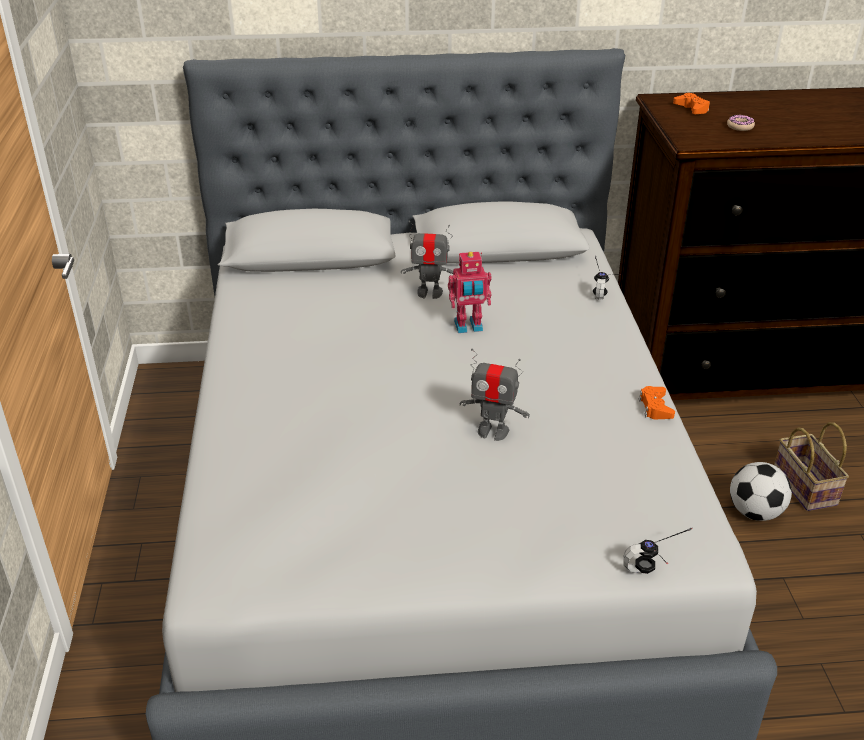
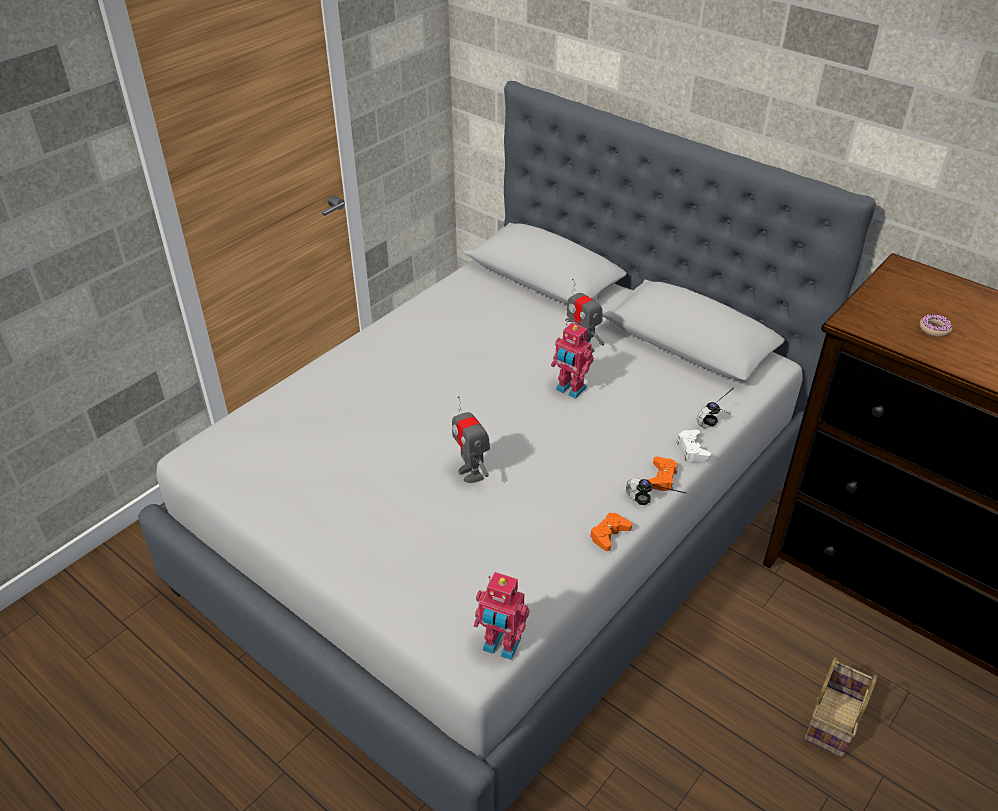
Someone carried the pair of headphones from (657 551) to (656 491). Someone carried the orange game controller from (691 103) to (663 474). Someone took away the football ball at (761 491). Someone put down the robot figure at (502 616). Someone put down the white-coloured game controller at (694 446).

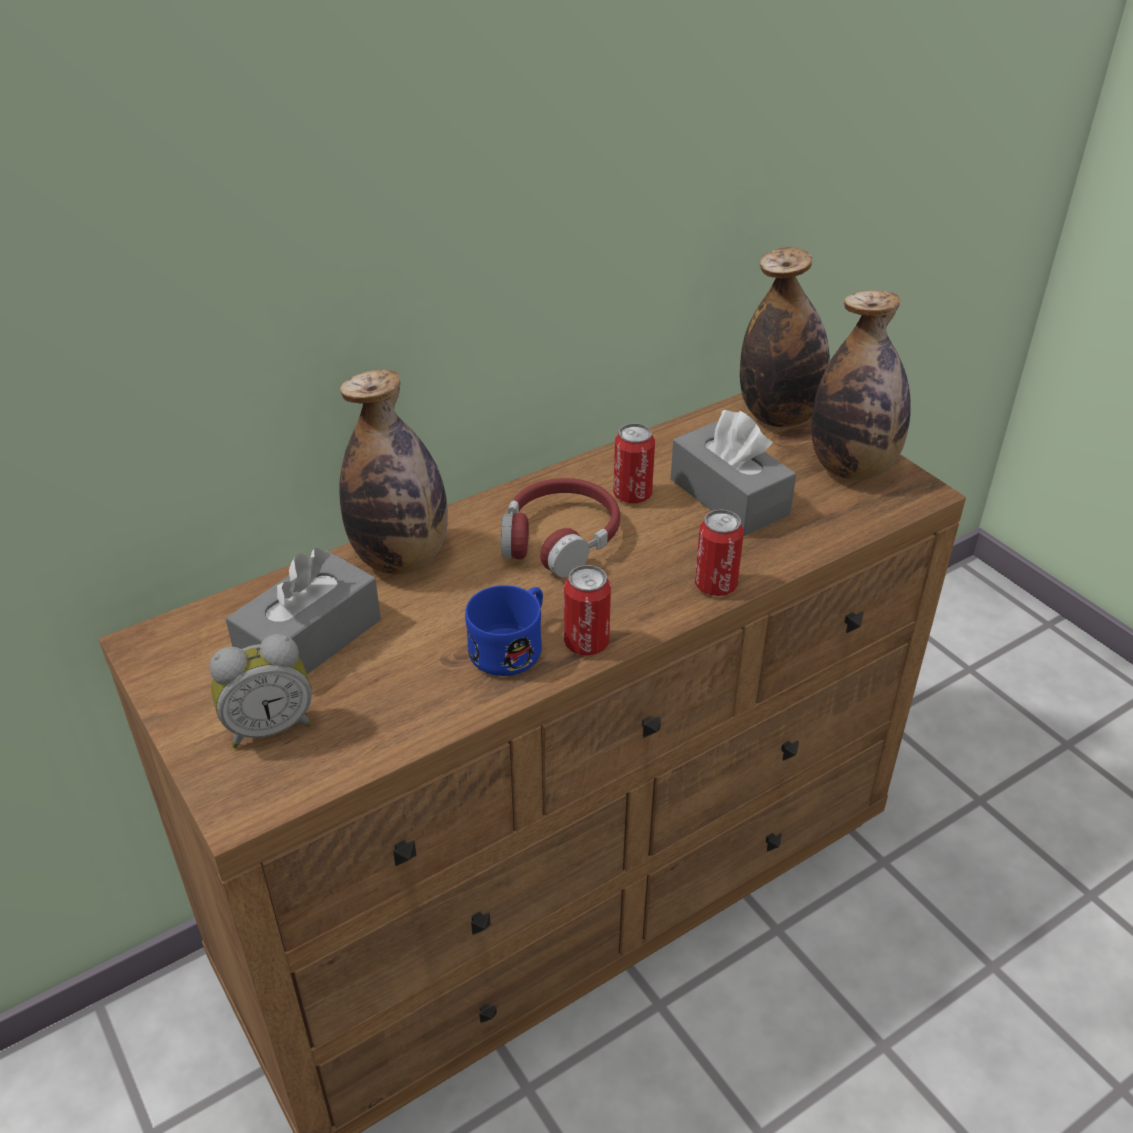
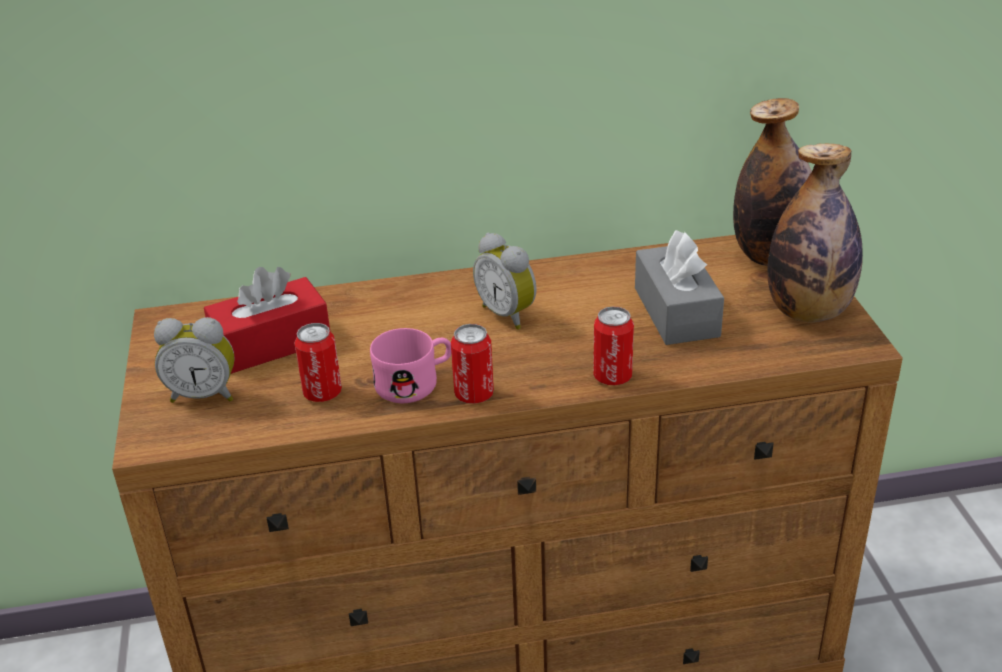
Someone repainted the greyish tissue box at (303 611), which became the red-coloured tissue box at (267 320). Someone took away the bottle at (393 472). Someone repainted the blue-coloured mug at (504 630), which became the pink-coloured mug at (410 365). Someone swapped the red-coloured pair of headphones at (560 528) for the bedside clock at (504 281). Someone carried the can from (634 463) to (318 362).

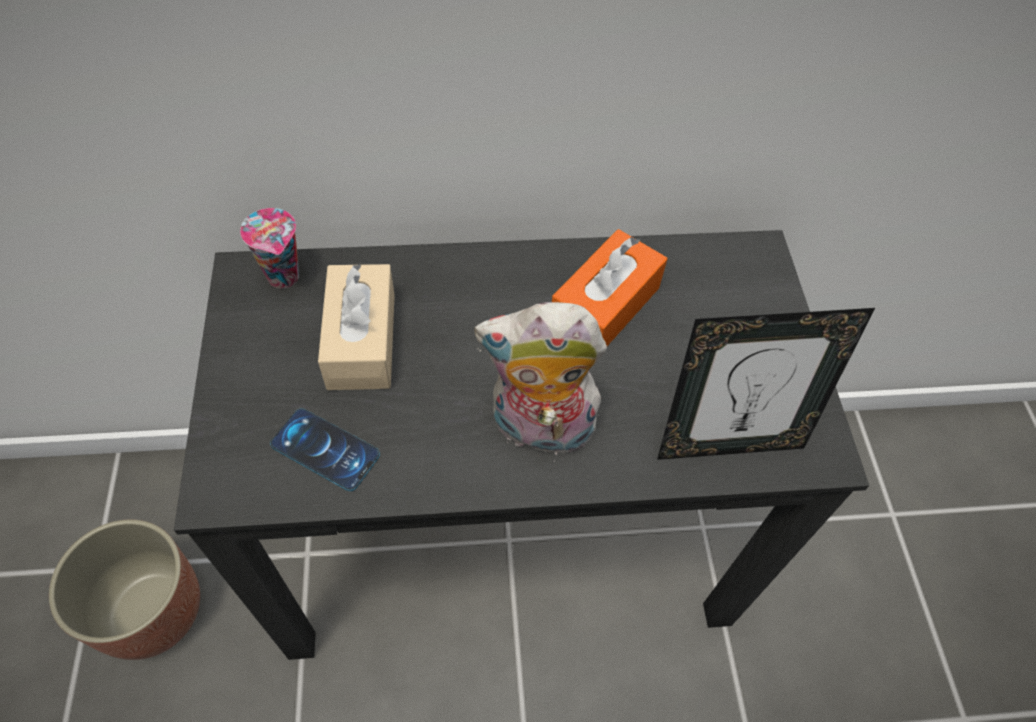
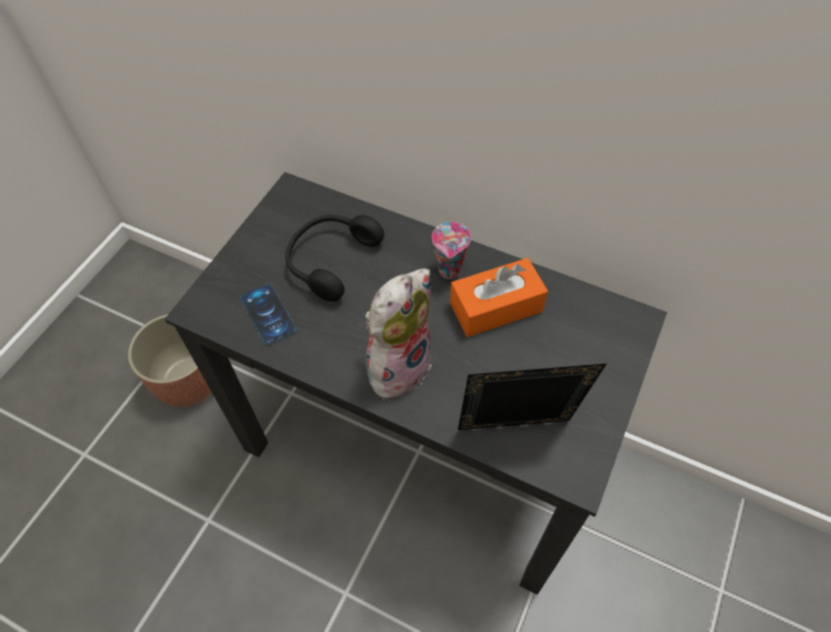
Someone carried the drinking cup from (269 248) to (451 250). Someone swapped the beige tissue box at (356 326) for the black-coloured pair of headphones at (334 258). Someone rotated the plush toy at (540 382) by 90 degrees clockwise. Someone rotated the standing frame at (766 384) by 150 degrees clockwise.

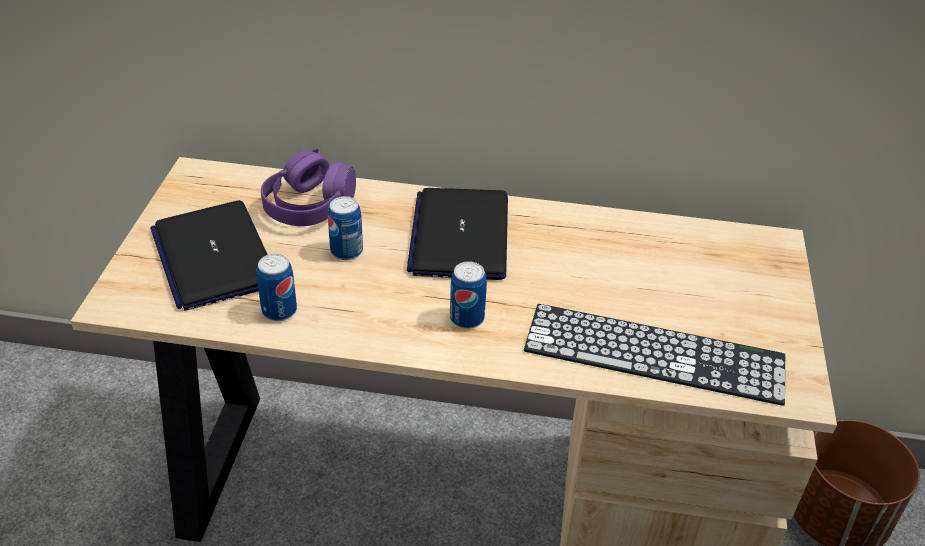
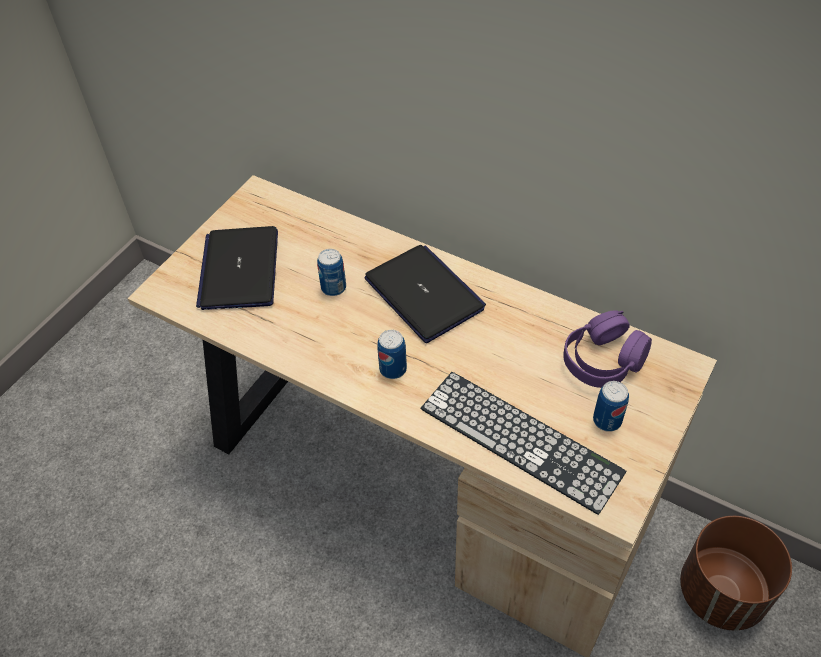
Someone carried the can from (277 287) to (611 406). Someone carried the purplish pair of headphones from (308 187) to (607 349). Someone rotated the laptop at (457 234) by 120 degrees clockwise.

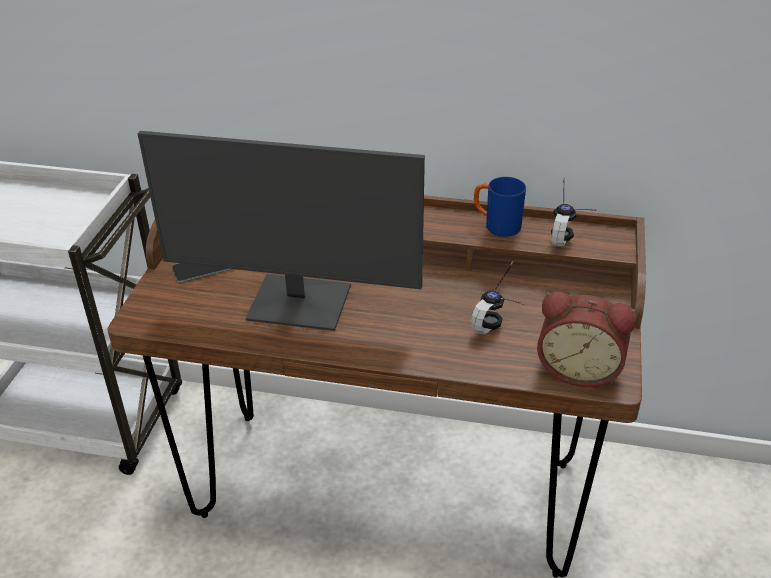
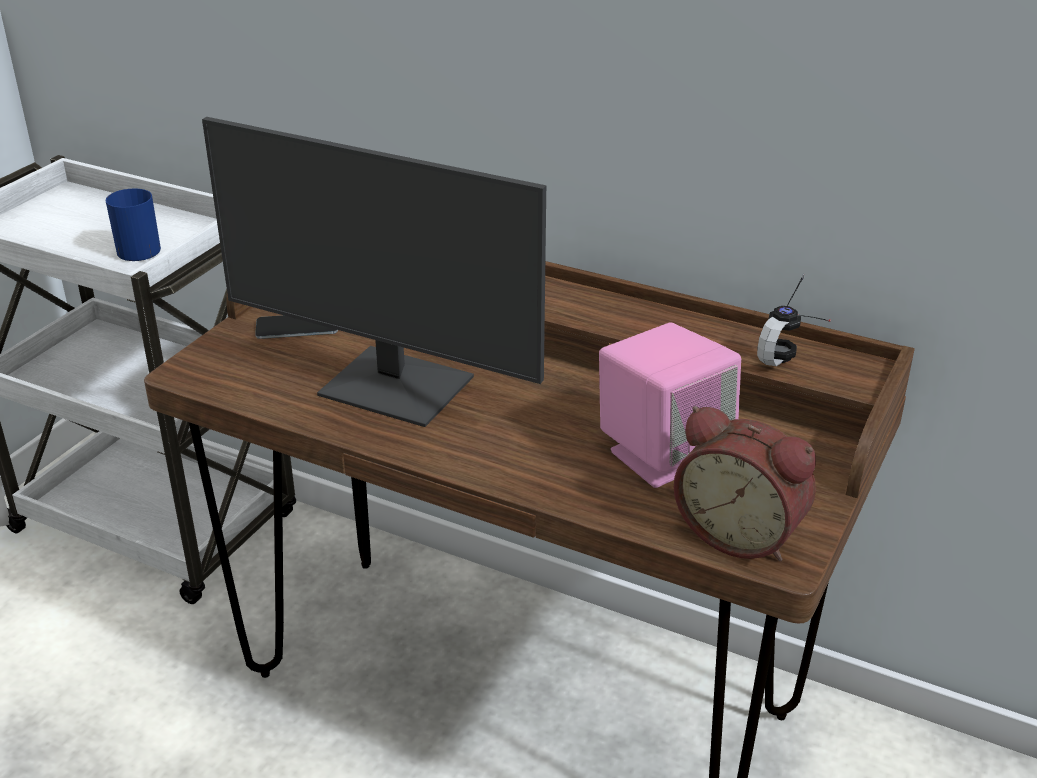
Someone swapped the pair of headphones at (497 298) for the pink-coloured audio speaker at (670 405). Someone carried the blue-coloured mug from (500 207) to (133 225).

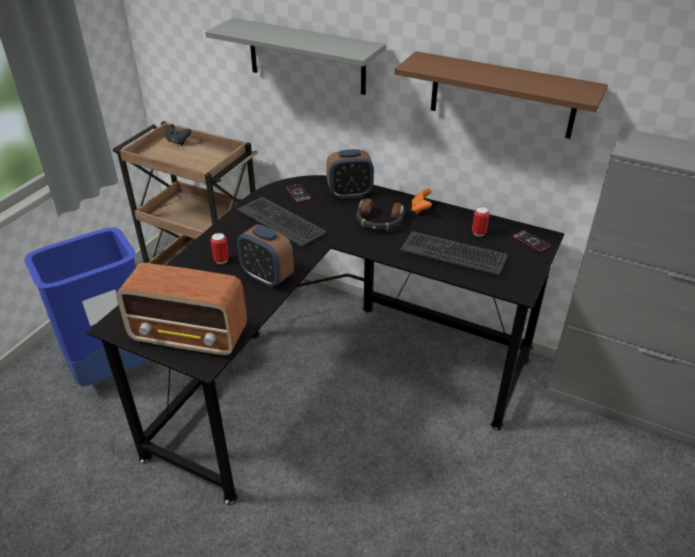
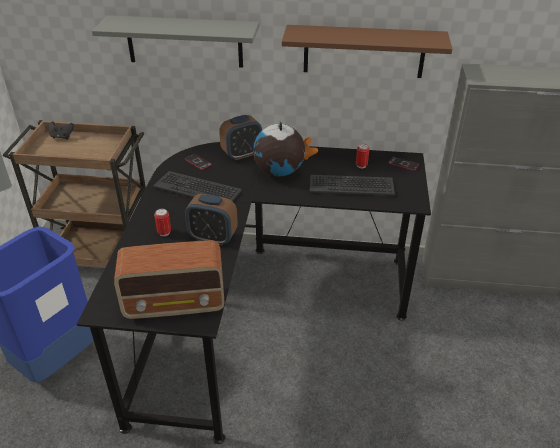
Someone swapped the pair of headphones at (380 214) for the globe at (279 148).

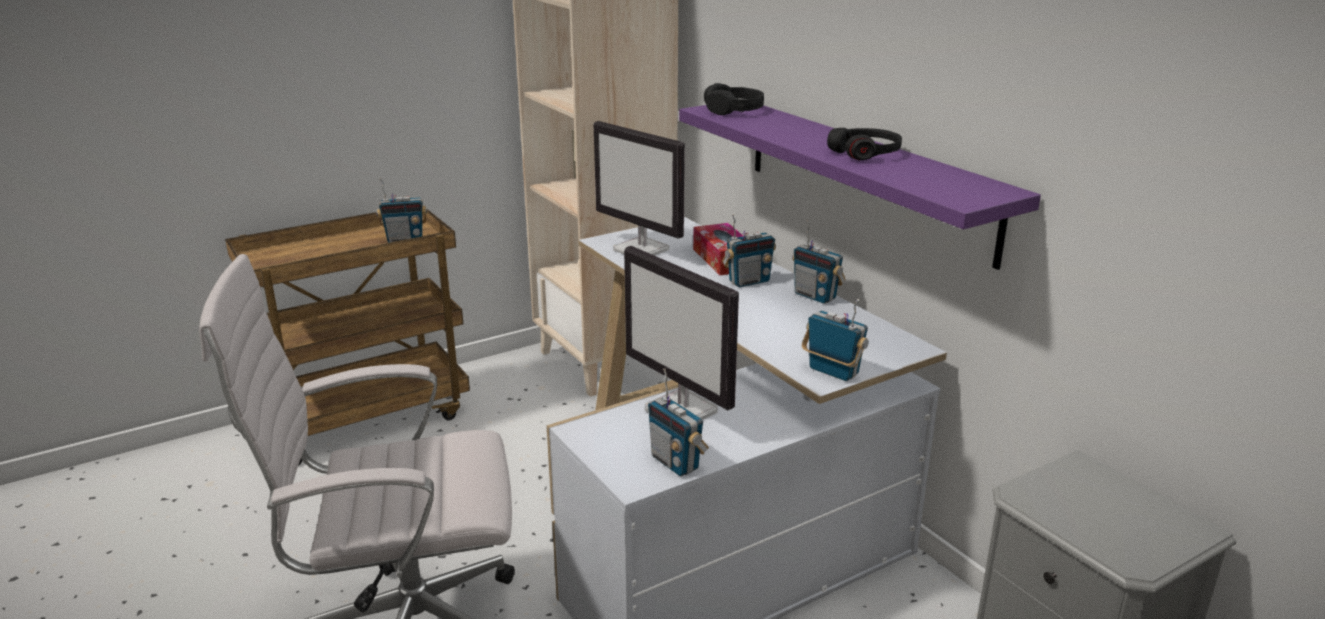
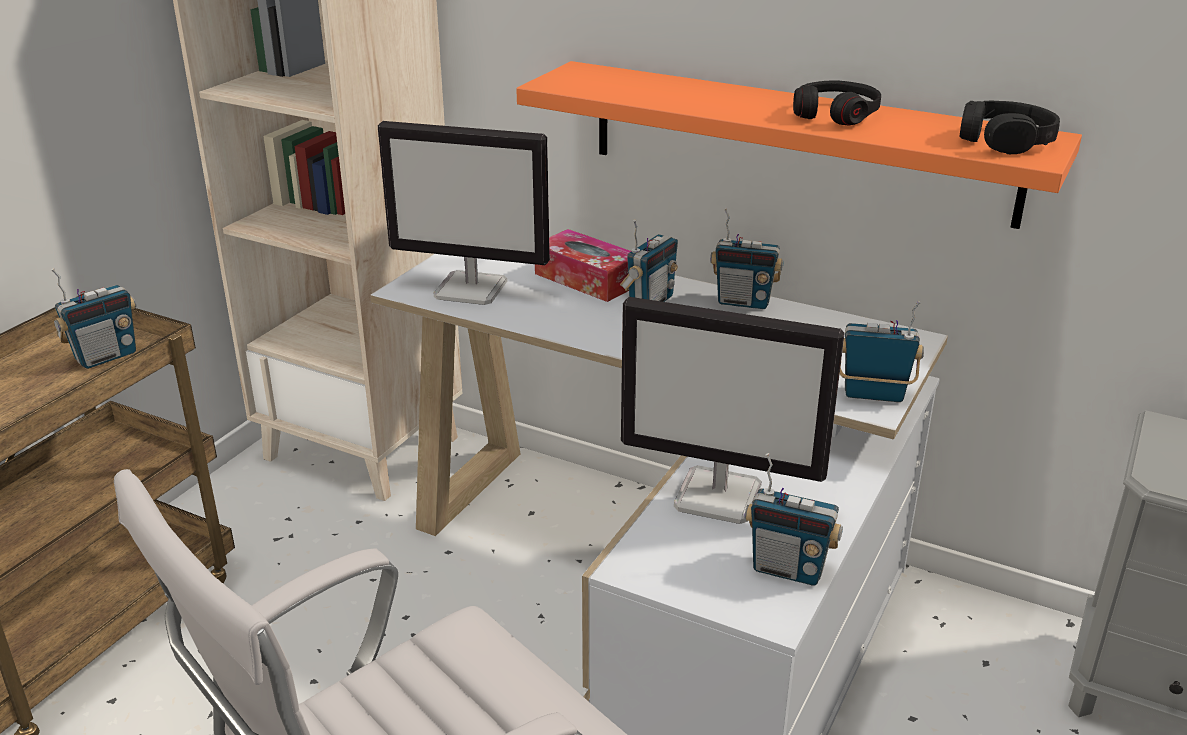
Someone repainted the purplish wall shelf at (860 187), which became the orange wall shelf at (799 145). Someone carried the black-coloured pair of headphones from (734 99) to (1010 127).

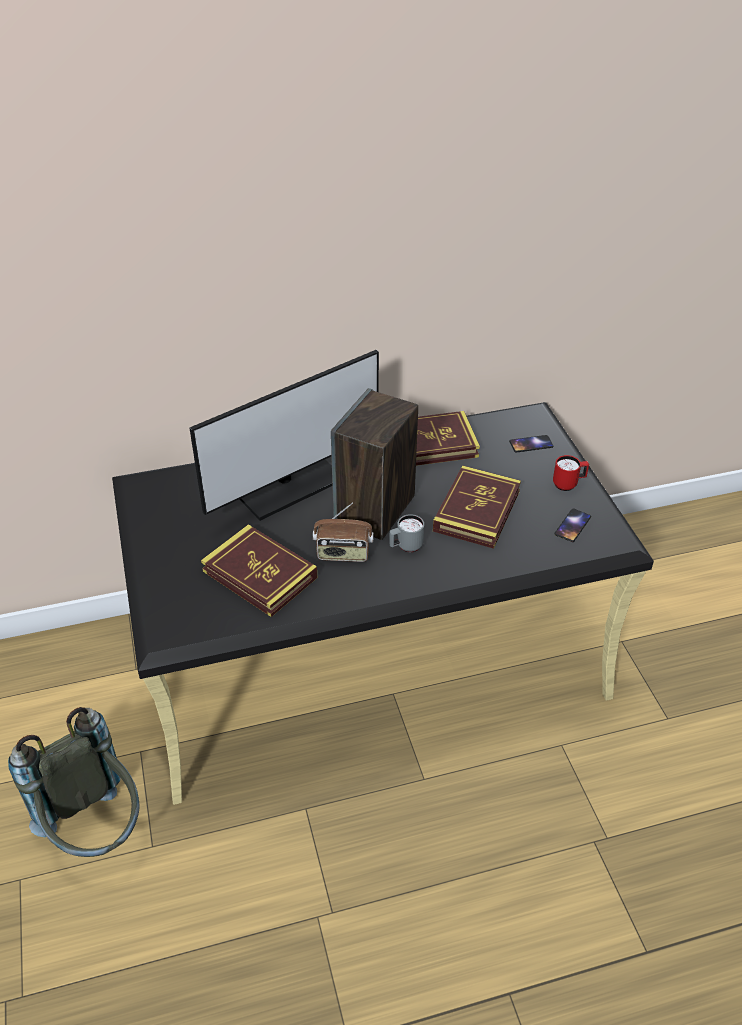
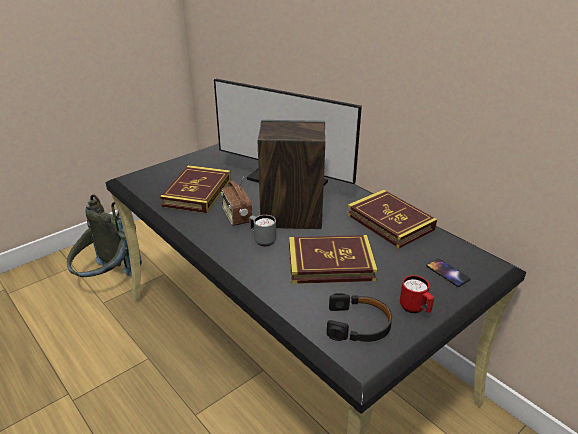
Someone swapped the telephone at (572 525) for the black-coloured pair of headphones at (359 317).

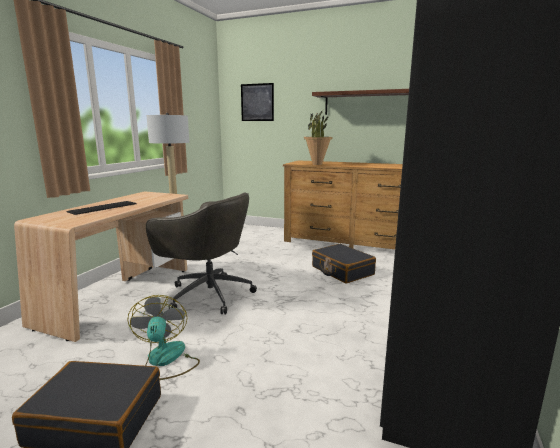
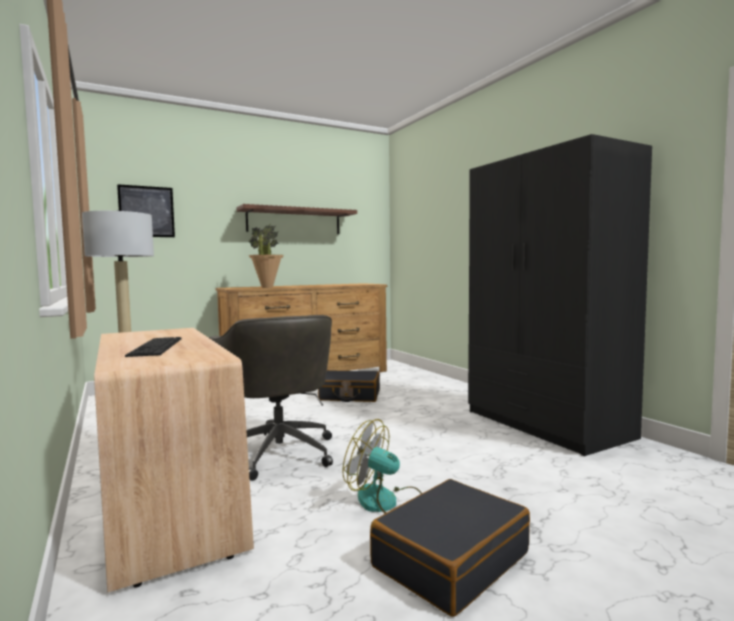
Someone rotated the greyish desk chair at (201 253) by 90 degrees clockwise.

